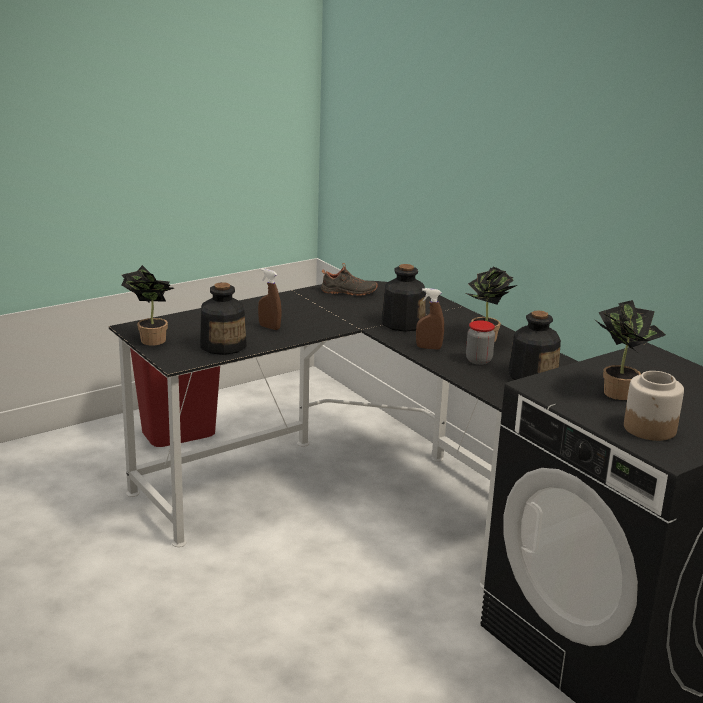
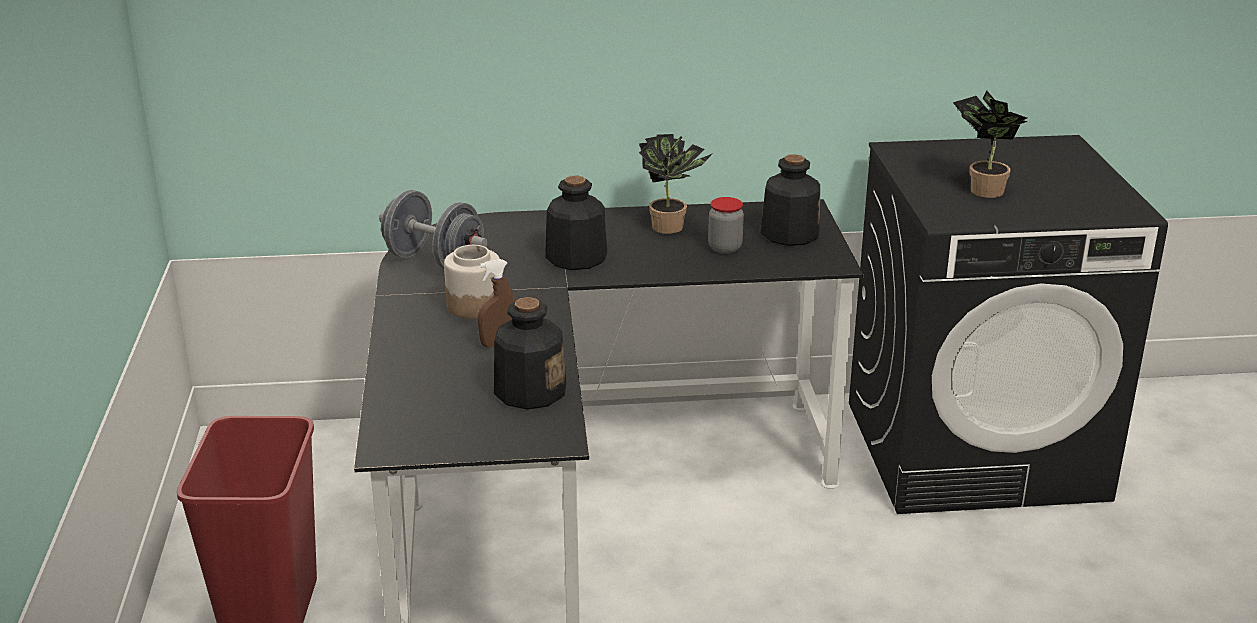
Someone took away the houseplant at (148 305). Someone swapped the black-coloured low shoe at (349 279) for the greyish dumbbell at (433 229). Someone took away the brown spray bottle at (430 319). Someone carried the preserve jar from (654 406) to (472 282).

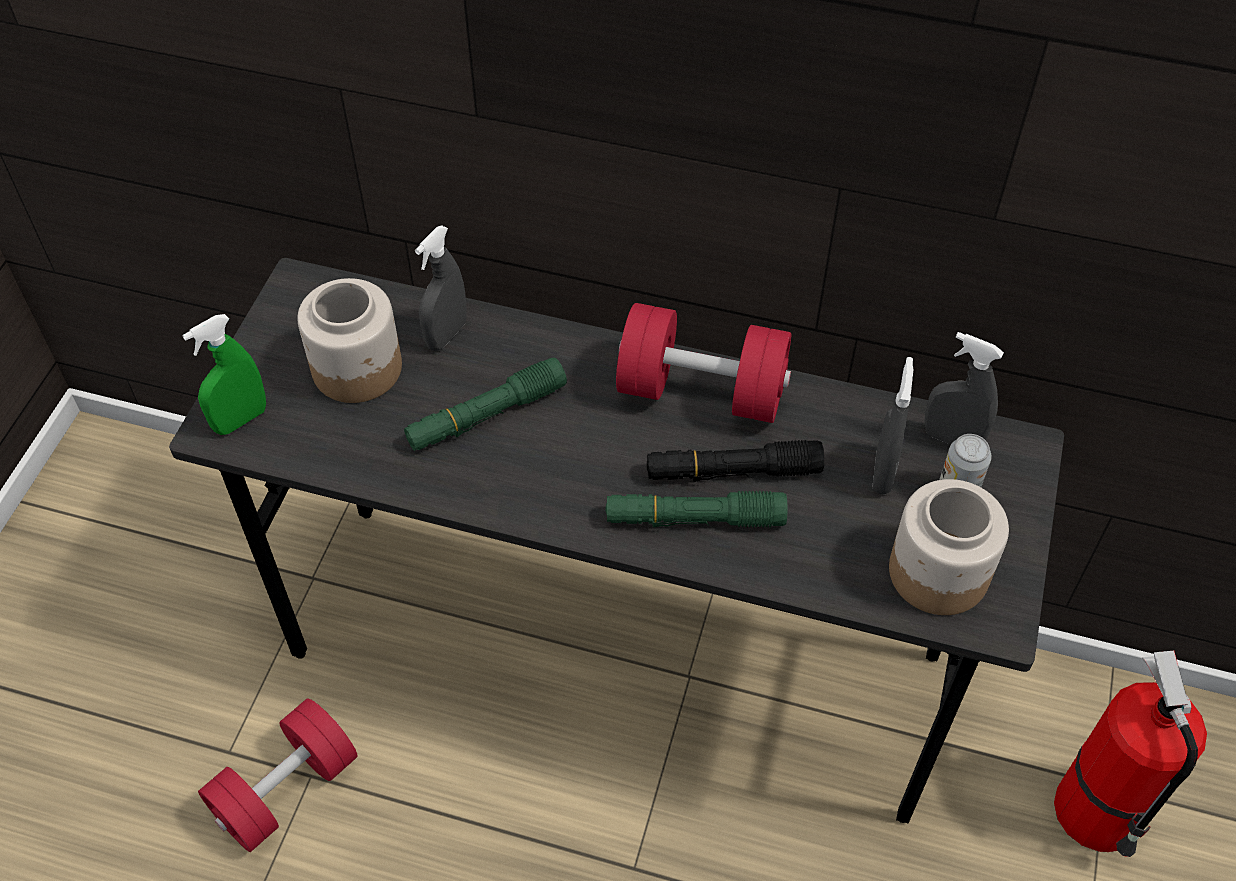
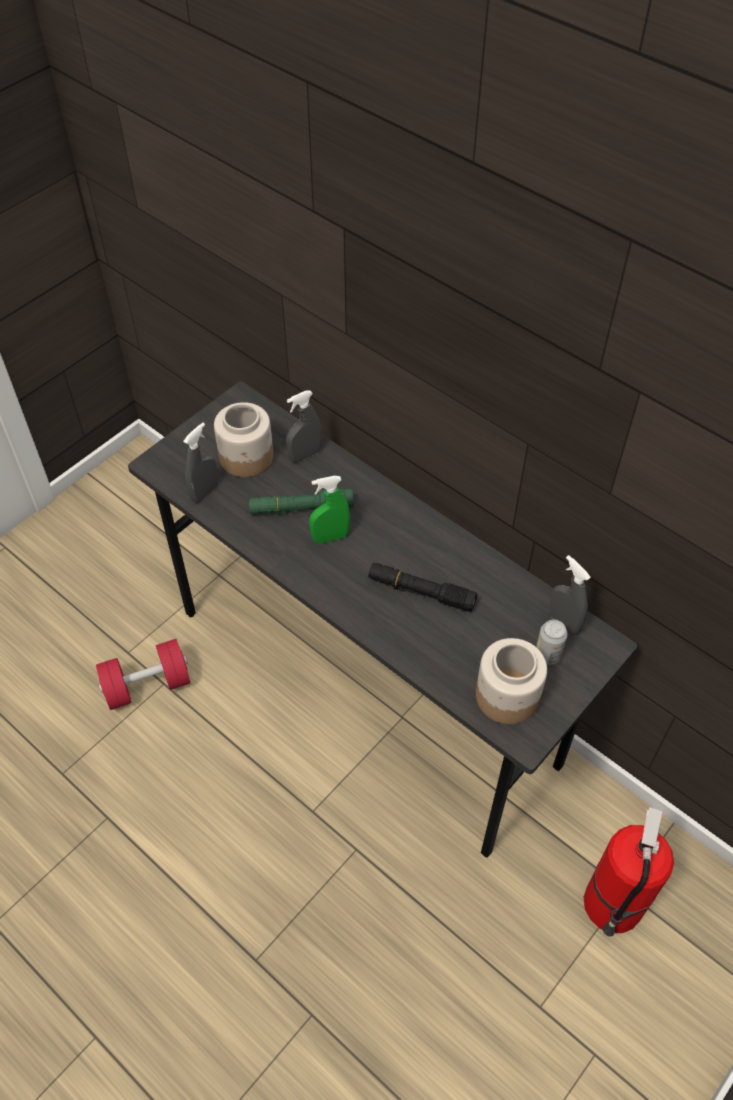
Someone carried the green spray bottle from (224 374) to (329 510). Someone took away the green flashlight at (696 509). Someone took away the red-coloured dumbbell at (703 363). Someone carried the greyish spray bottle from (893 426) to (200 463).

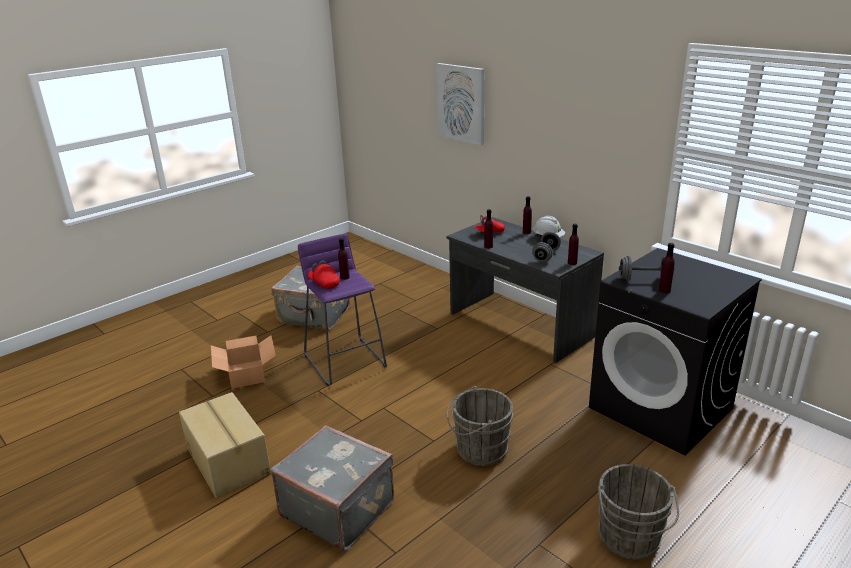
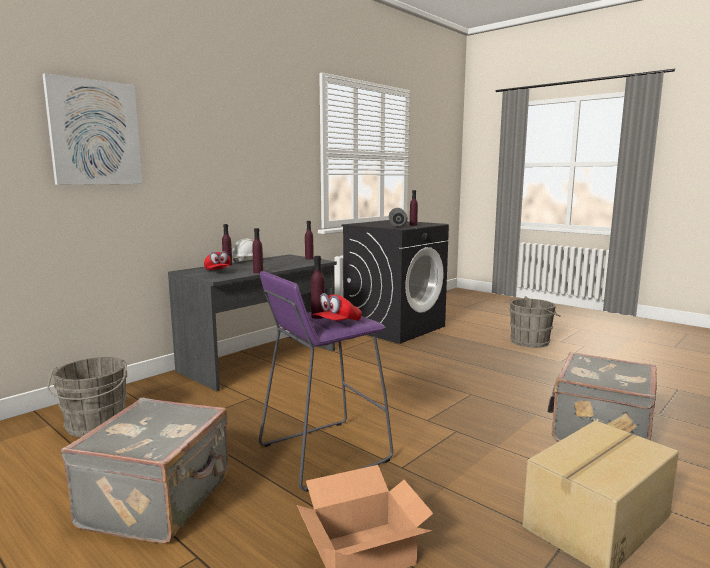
Someone carried the greyish water bucket from (480 426) to (87 397). Someone took away the greyish dumbbell at (546 247).

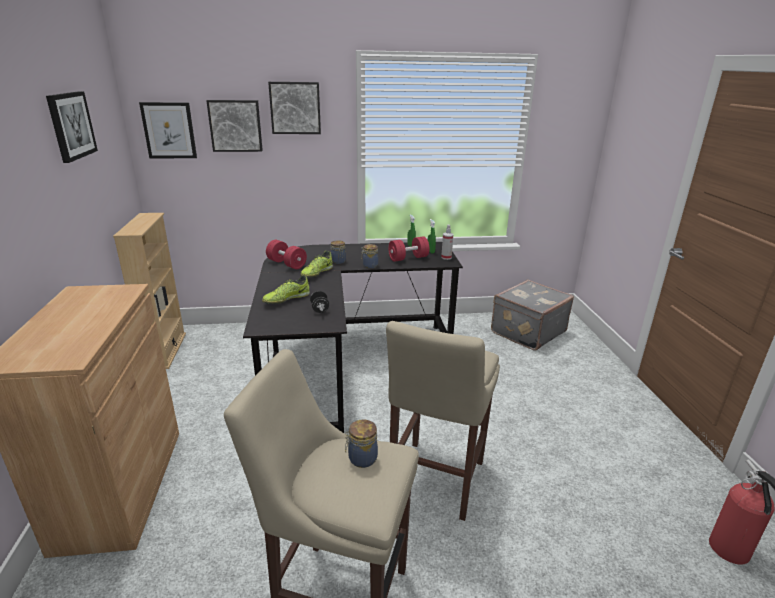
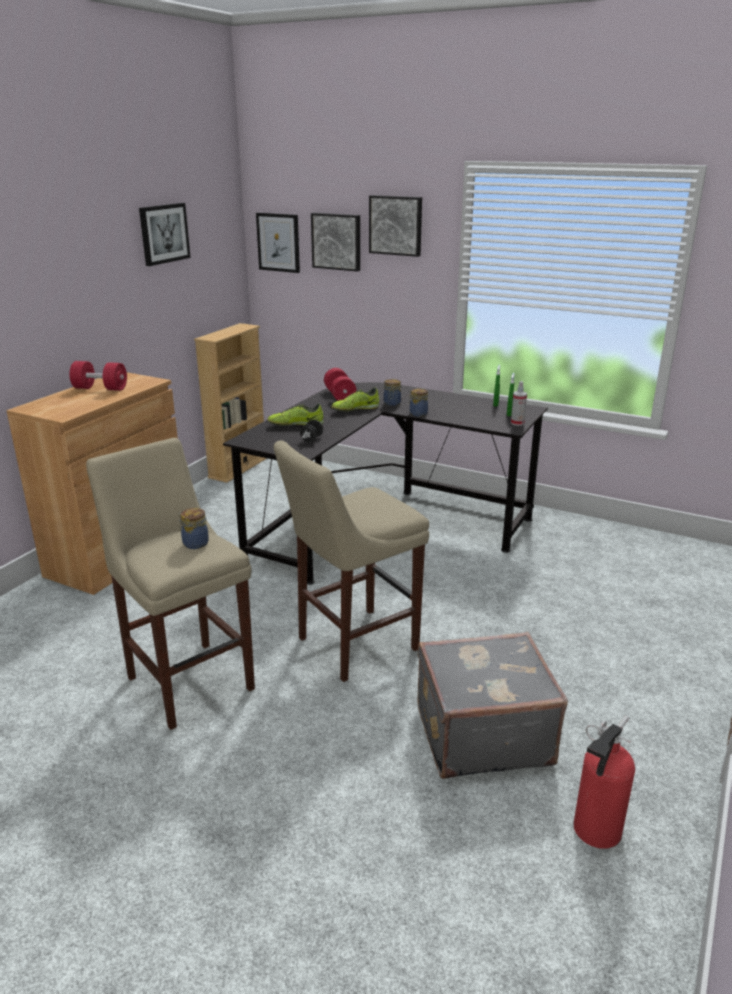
Someone carried the red-coloured dumbbell from (408 249) to (98 376). Someone carried the greyish piece of luggage from (532 315) to (493 705).

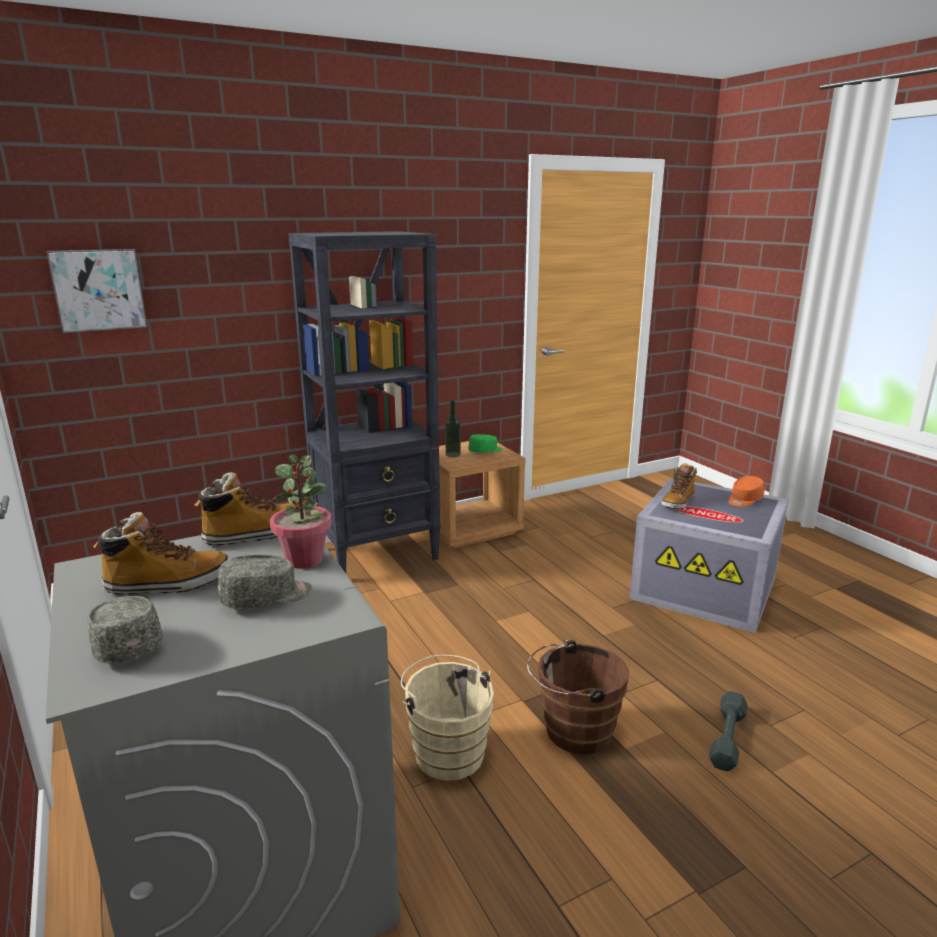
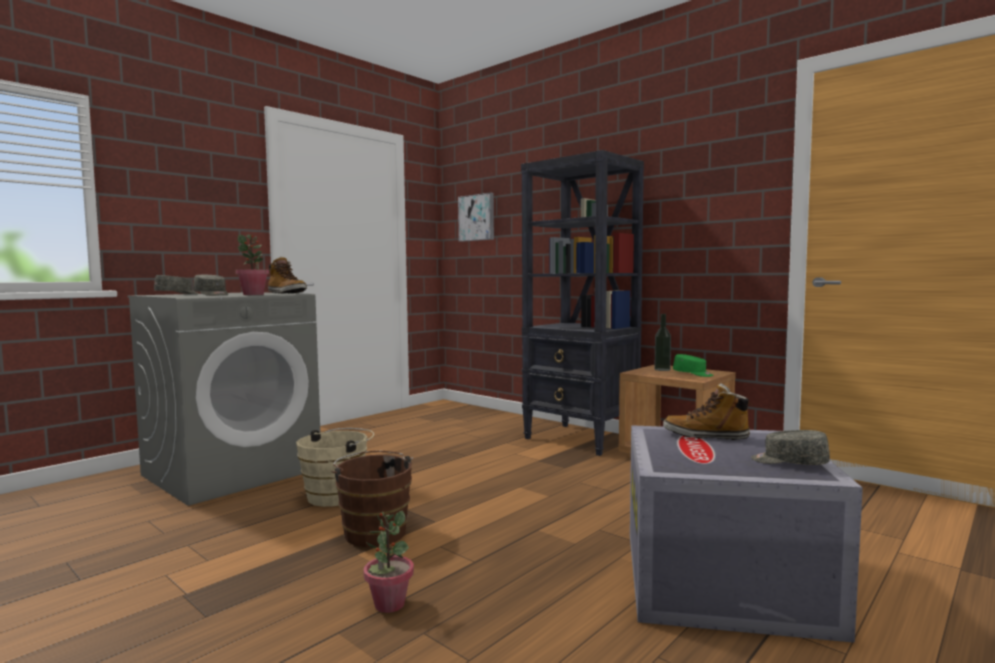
Someone took away the high-top boot at (161 553). Someone swapped the greyish dumbbell at (728 731) for the houseplant at (388 562). Someone repainted the orange cap at (746 491), which became the greyish cap at (790 447).

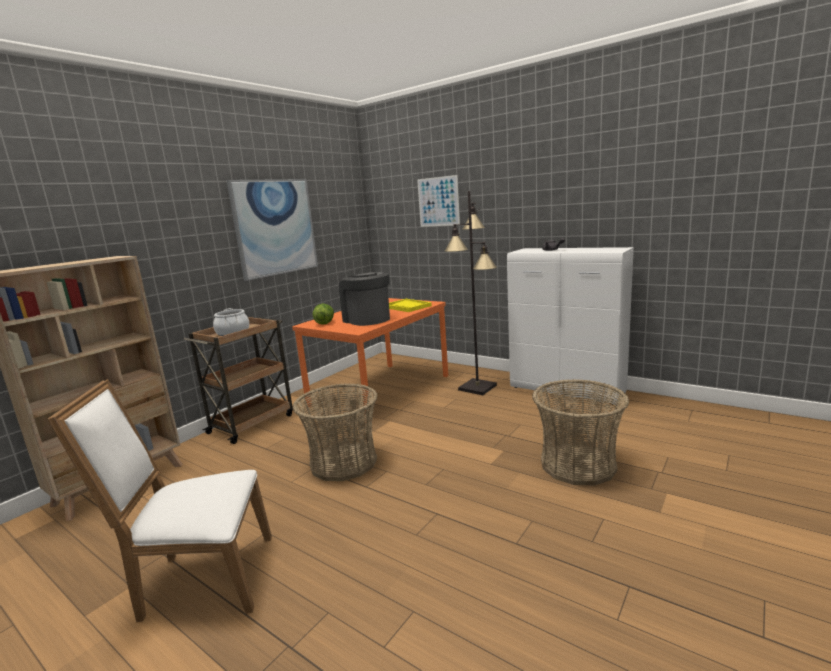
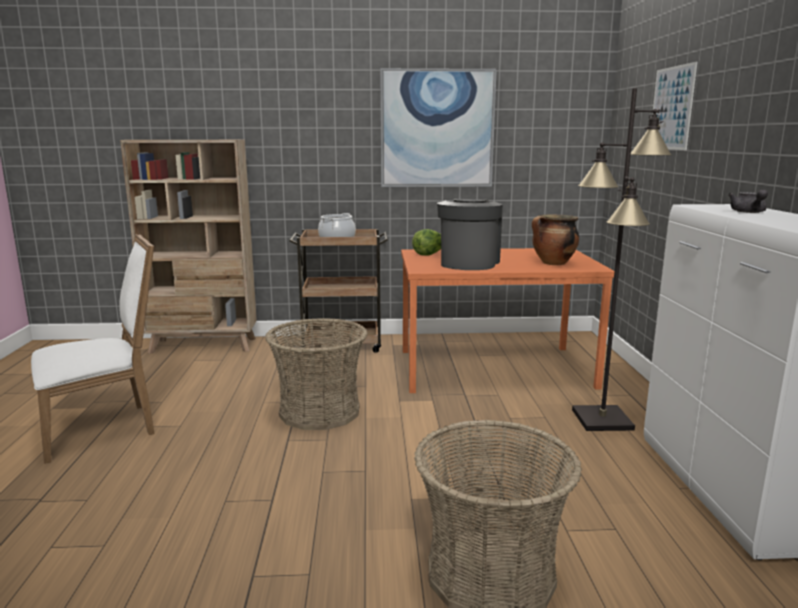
Someone rotated the white-coloured upright chair at (160 500) by 105 degrees clockwise. Someone swapped the yellowish serving tray at (410 305) for the saucepot at (555 239).

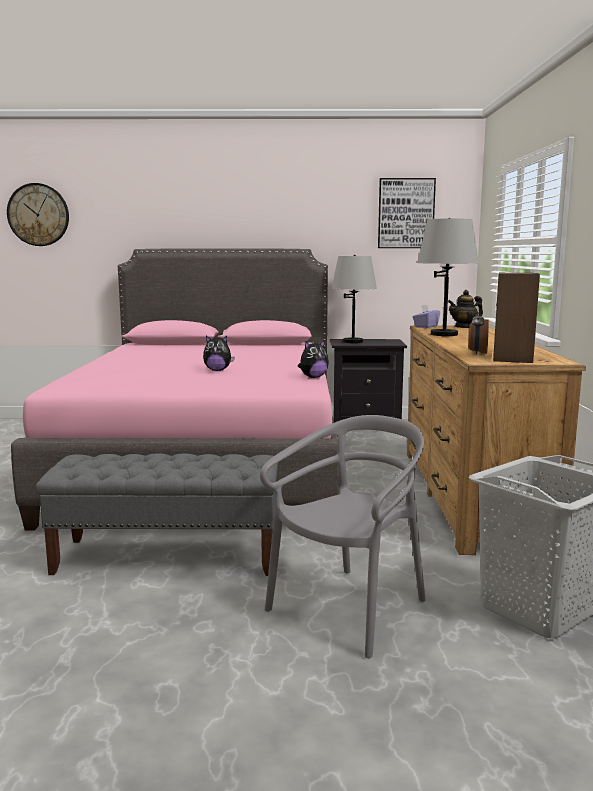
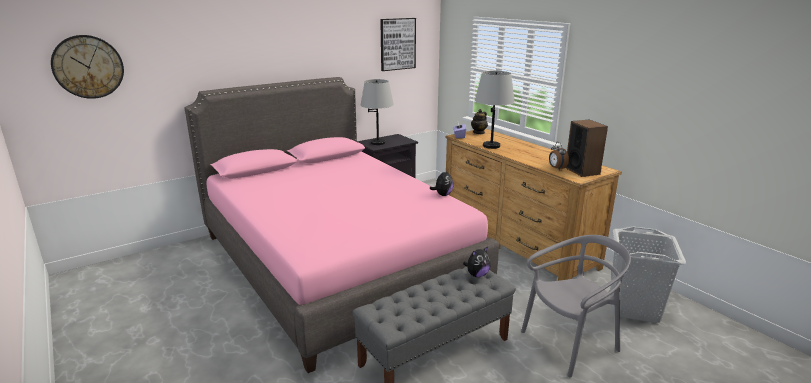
Someone carried the plush toy from (219 353) to (476 261). Someone rotated the greyish upright chair at (343 536) by 60 degrees clockwise.

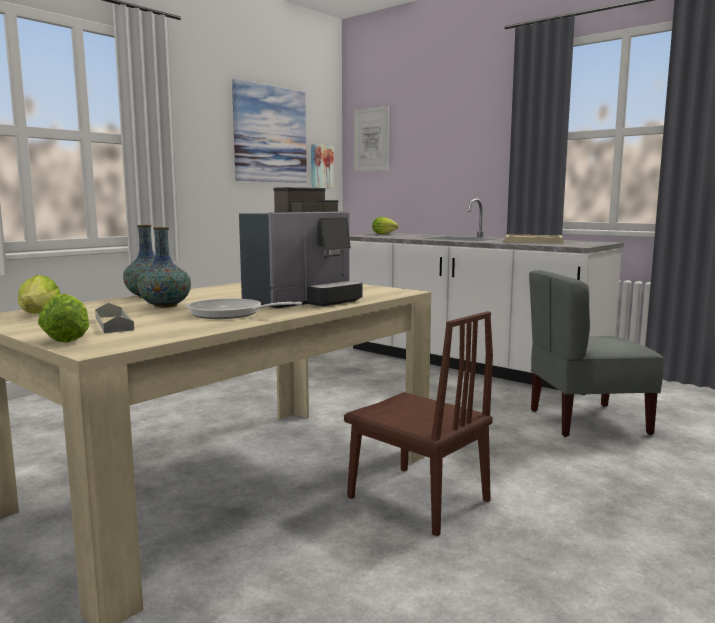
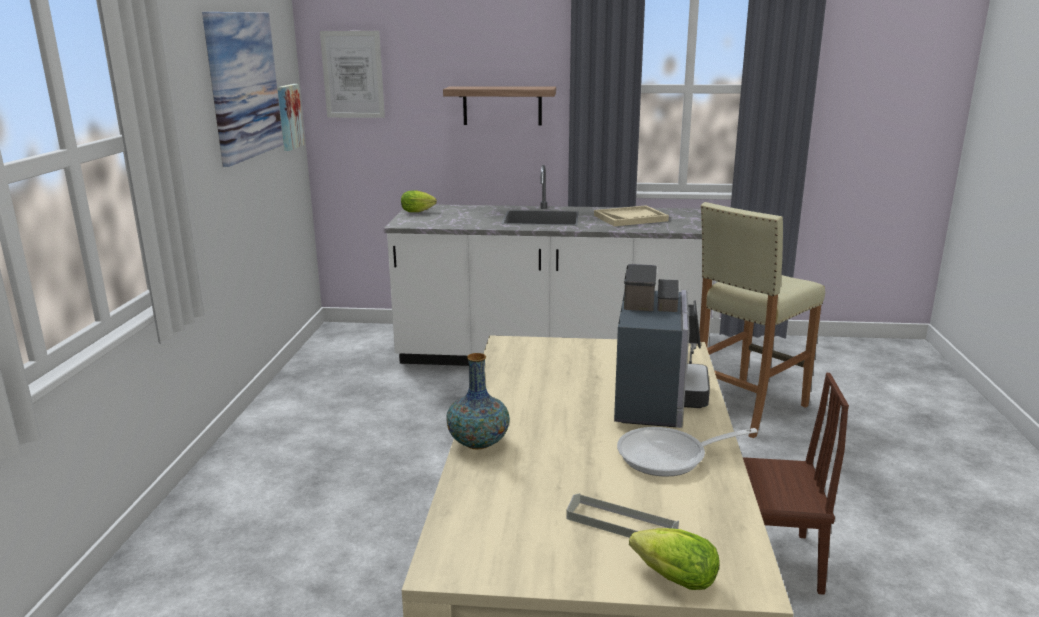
Someone took away the lettuce at (39 294). Someone took away the flower vase at (164 267). Someone swapped the greyish upright chair at (596 354) for the beige stool seat at (762 320). Someone put up the wall shelf at (499 106).

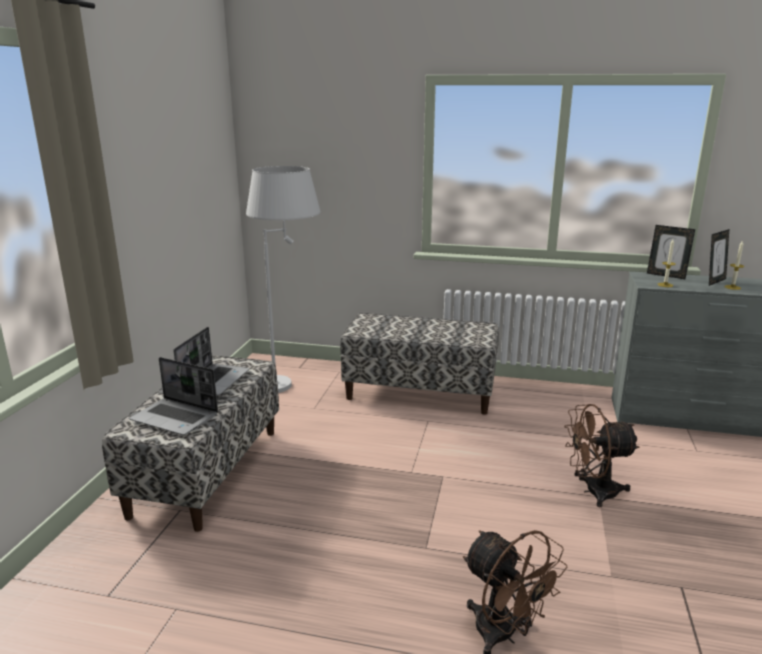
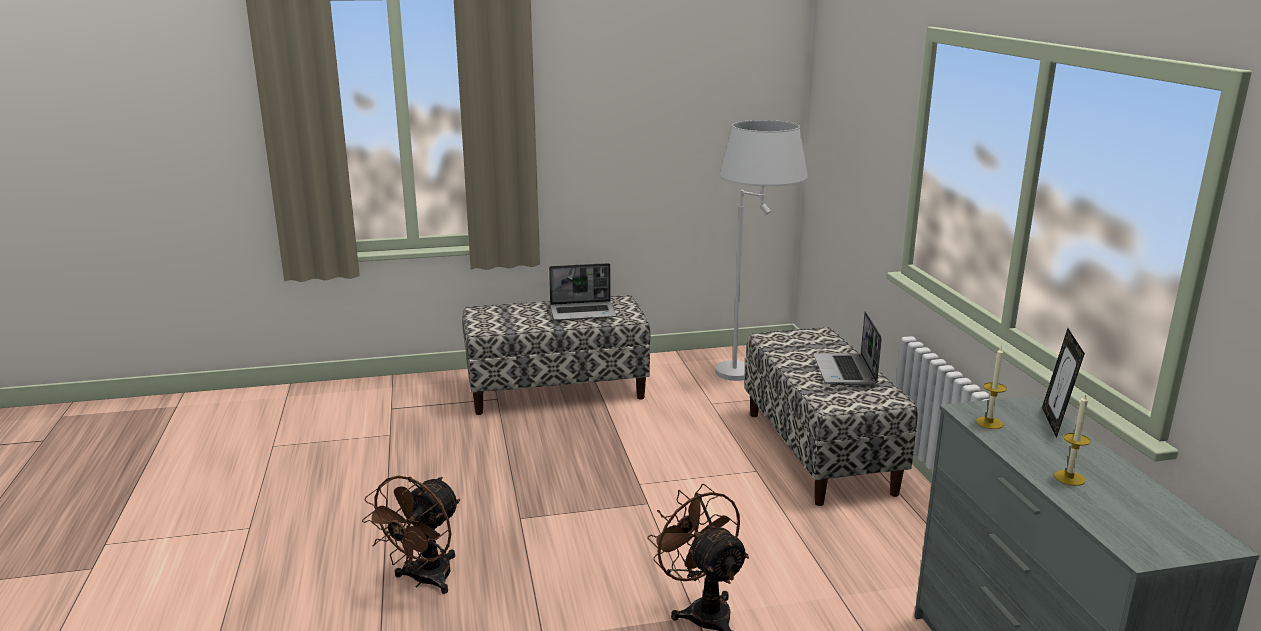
Someone carried the laptop from (173 396) to (847 348). Someone took away the standing frame at (719 257).

